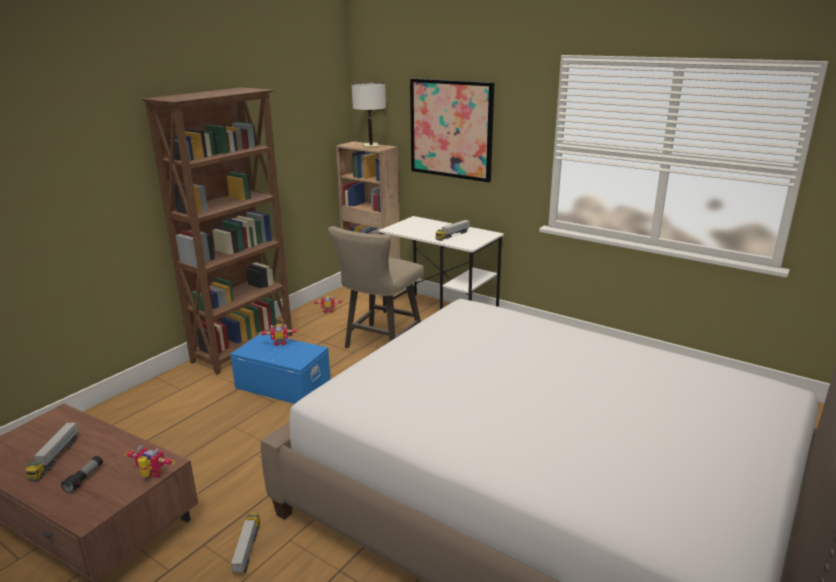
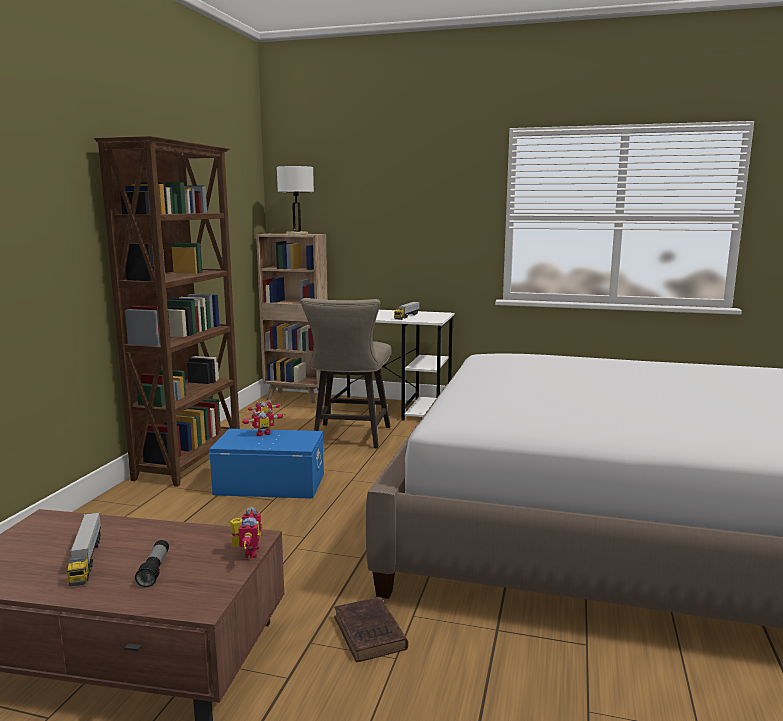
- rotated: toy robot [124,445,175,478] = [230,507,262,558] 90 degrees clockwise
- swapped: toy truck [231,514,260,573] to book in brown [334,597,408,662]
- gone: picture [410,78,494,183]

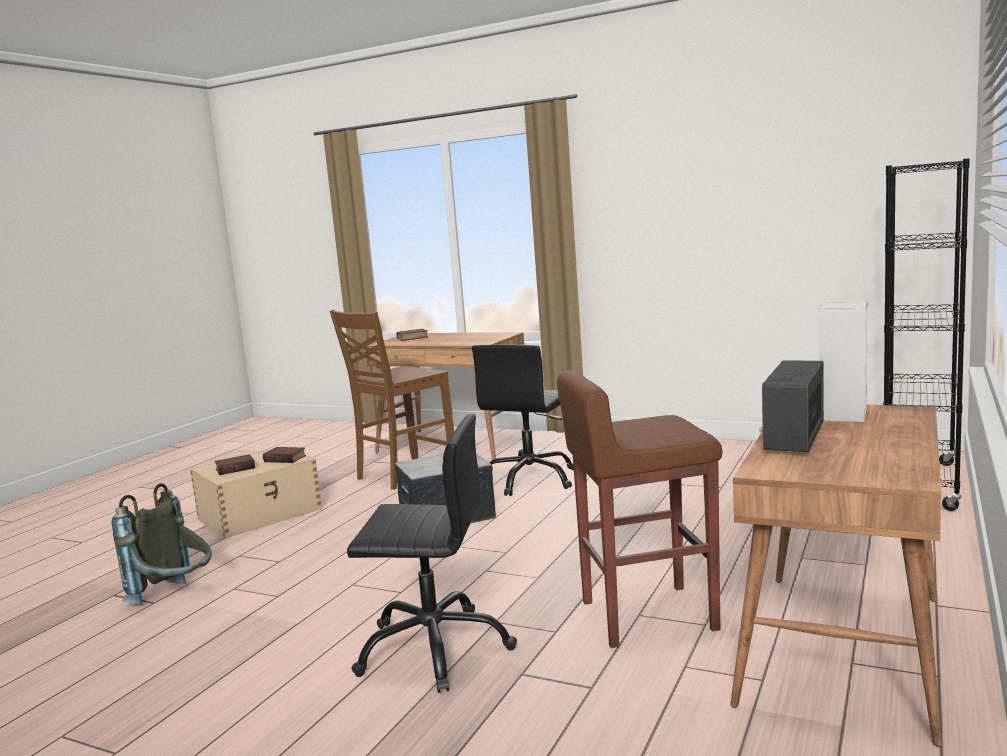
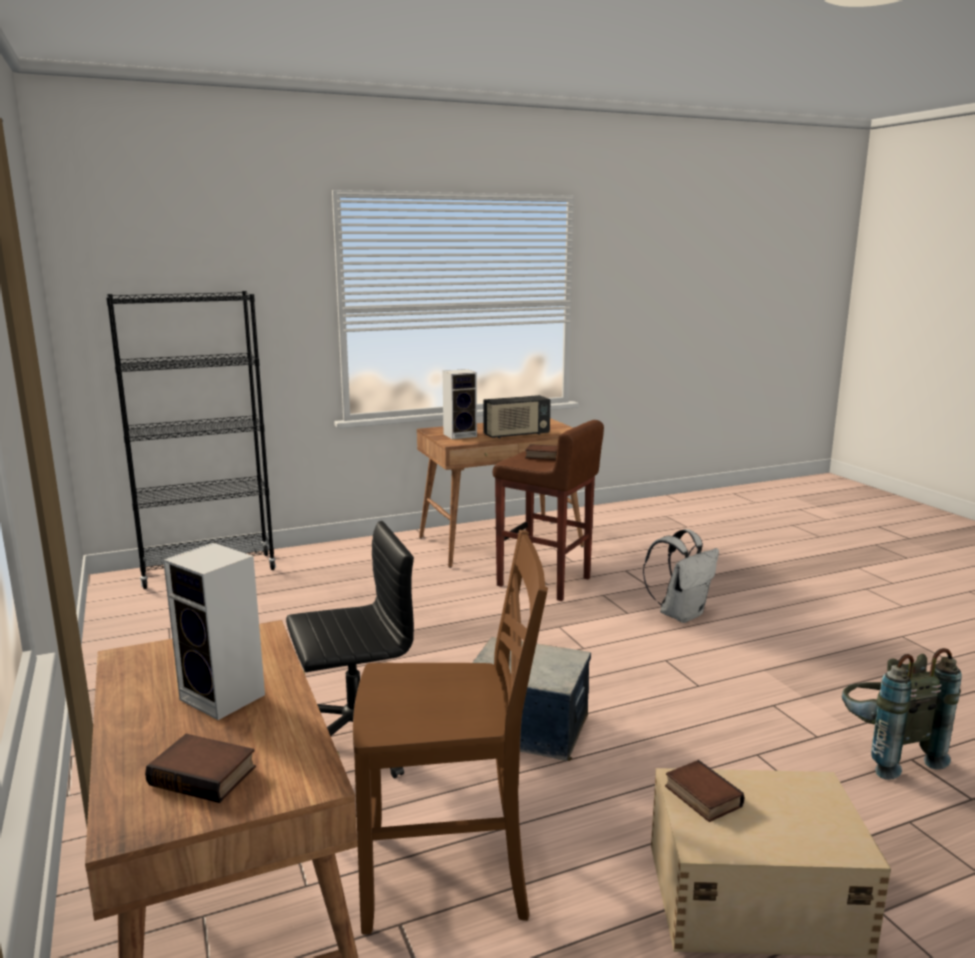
- new: speaker [163,543,265,720]
- shifted: book [215,454,255,475] to [525,444,557,460]
- swapped: office chair in black [347,414,517,693] to backpack in white [643,529,719,623]

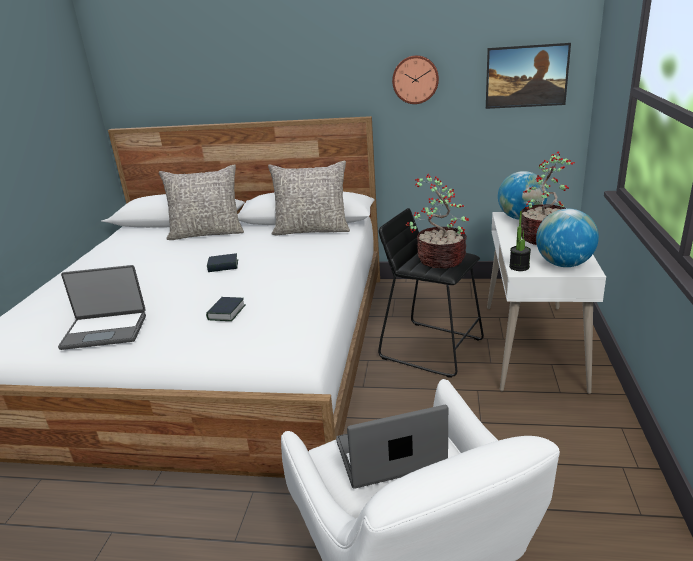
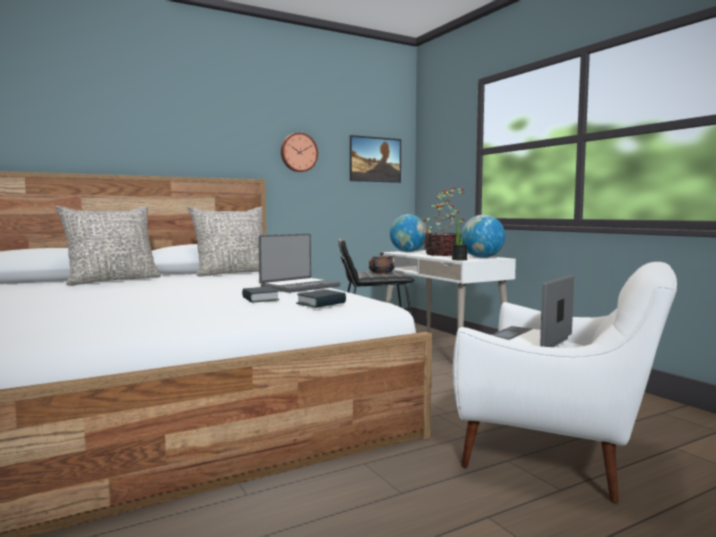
- shifted: laptop [58,265,146,350] to [258,234,340,293]
- shifted: book [207,253,238,272] to [296,289,346,308]
- swapped: potted plant [406,174,469,268] to teapot in brown [369,253,395,273]

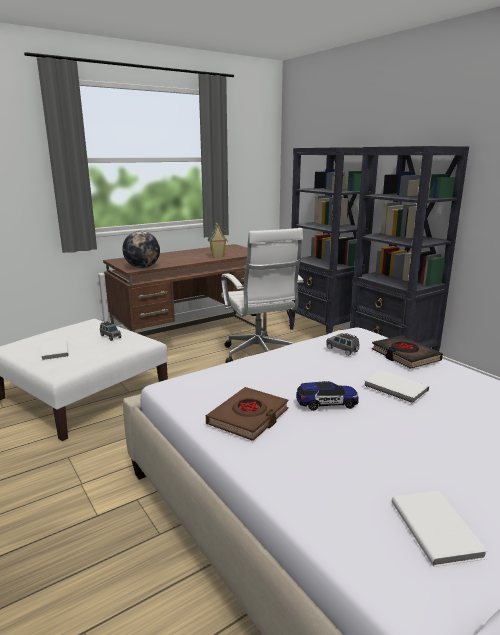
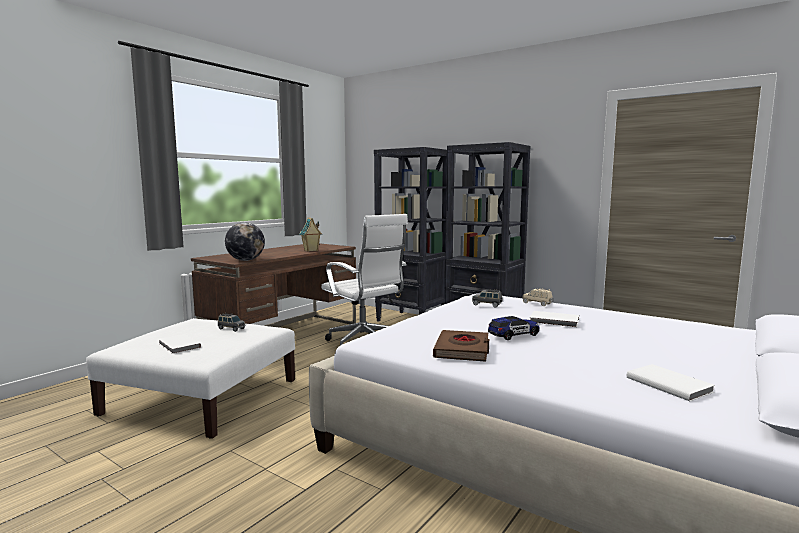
- swapped: book in black [372,335,443,369] to toy car in beige [522,288,552,306]

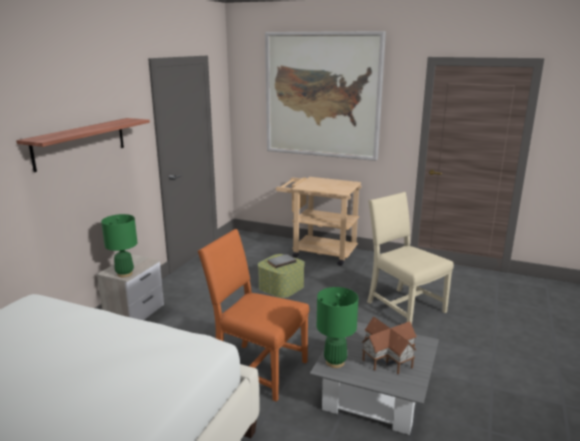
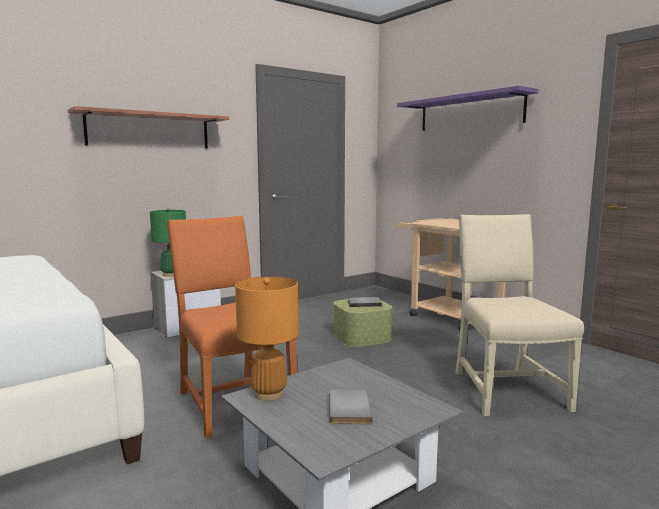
- repainted: table lamp in green [317,287,358,368] to table lamp in orange [235,276,299,401]
- swapped: toy house [362,317,417,374] to book in grey [329,389,373,425]
- swapped: picture [265,31,386,161] to shelf in purple [397,86,539,131]

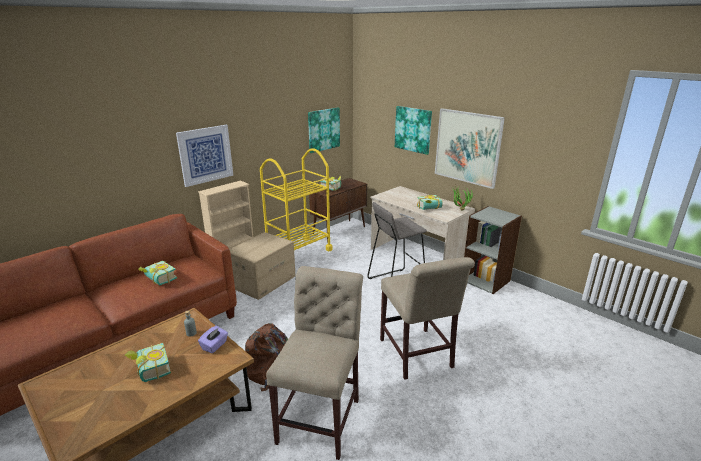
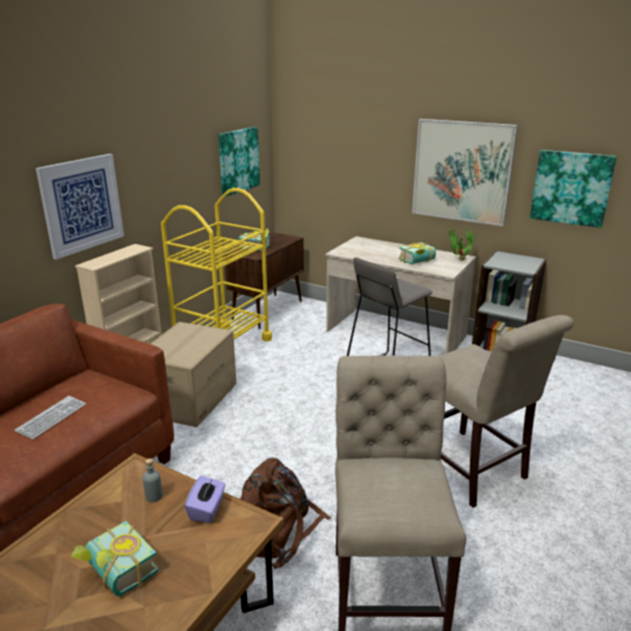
- swapped: book [138,261,177,285] to keyboard [14,396,86,439]
- shifted: picture [395,106,432,155] to [530,150,617,228]

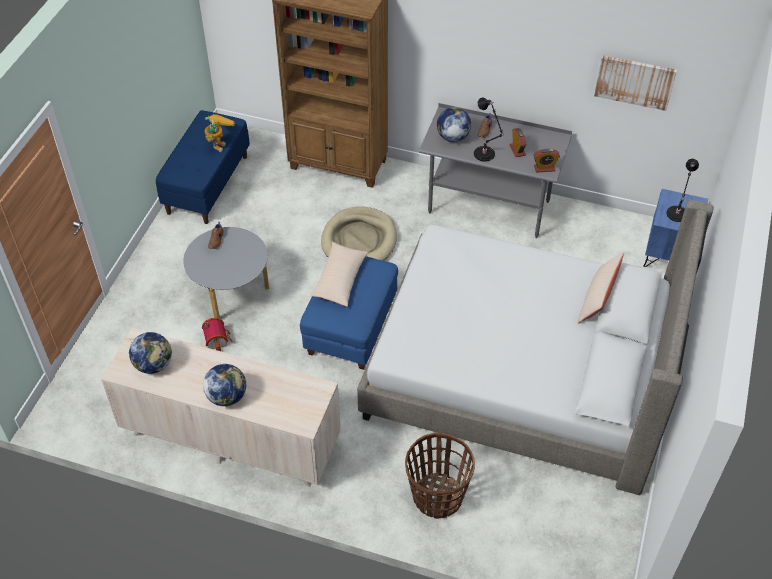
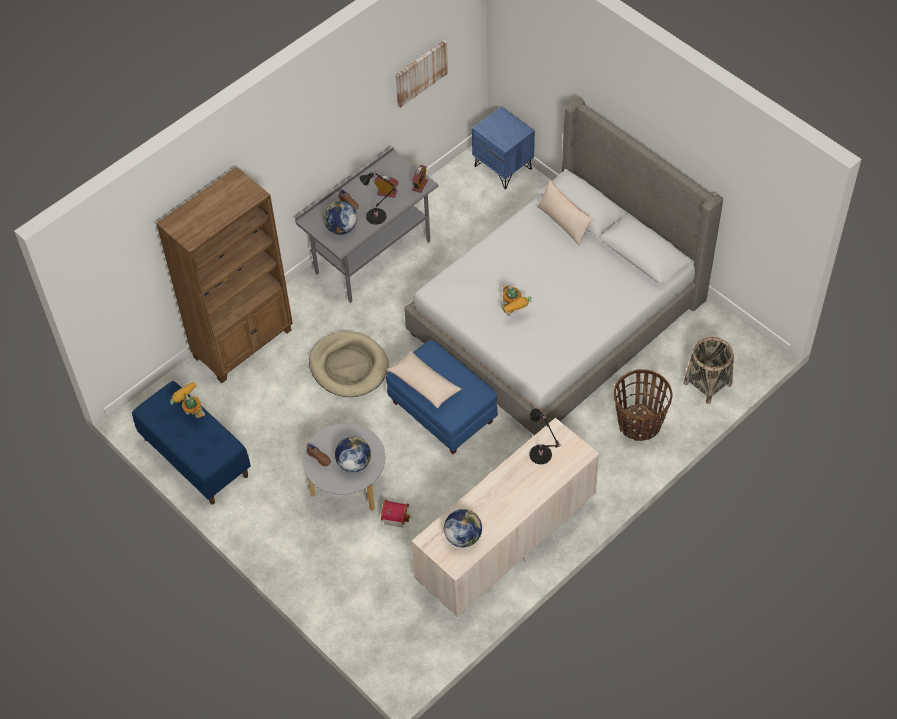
- shifted: globe [203,364,246,406] to [335,436,371,473]
- new: toy robot [501,284,531,316]
- shifted: table lamp in black [666,159,699,222] to [529,409,561,464]
- new: basket [684,337,734,404]

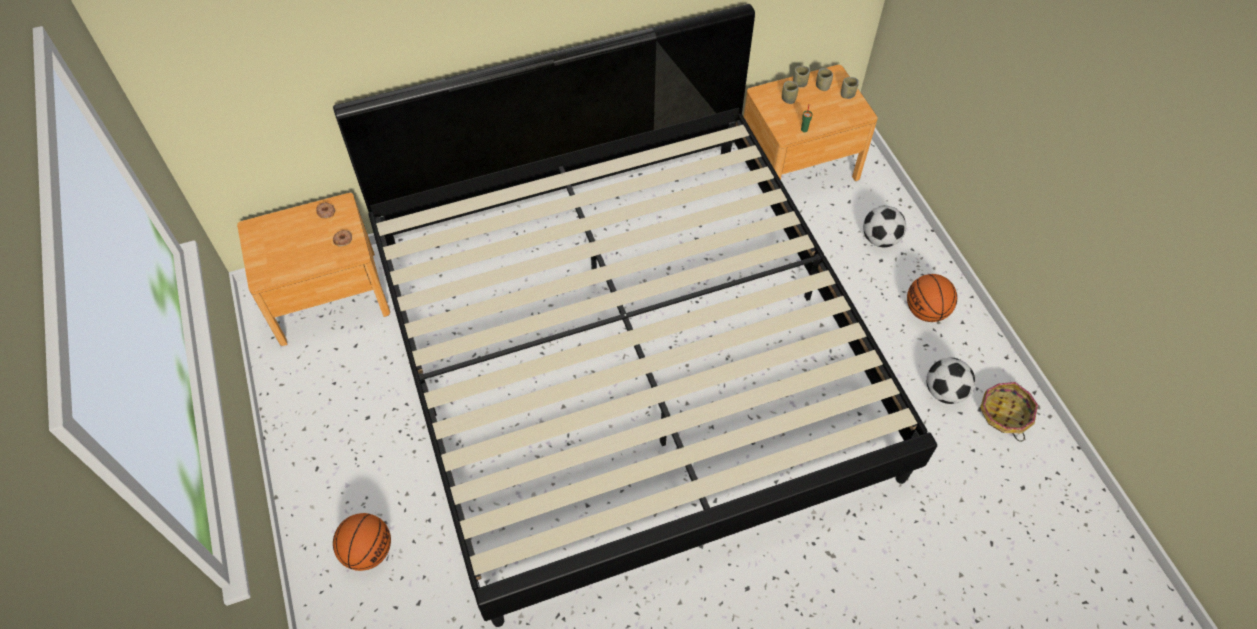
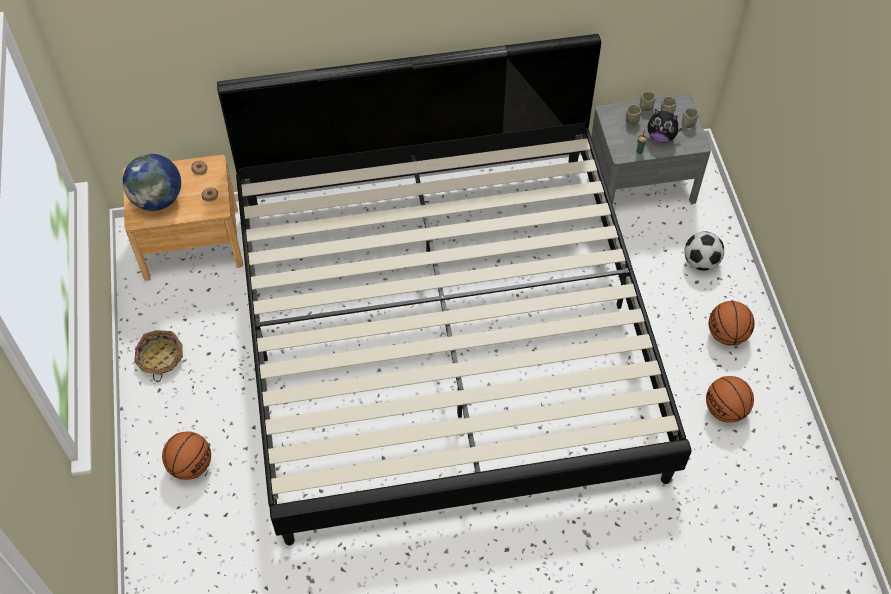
- new: globe [123,154,181,211]
- shifted: basket [980,382,1038,442] to [134,330,183,382]
- repainted: nightstand in brown [744,65,878,181] to nightstand in grey [591,94,711,205]
- new: plush toy [648,109,683,143]
- swapped: football [927,358,975,404] to basketball [706,376,754,423]

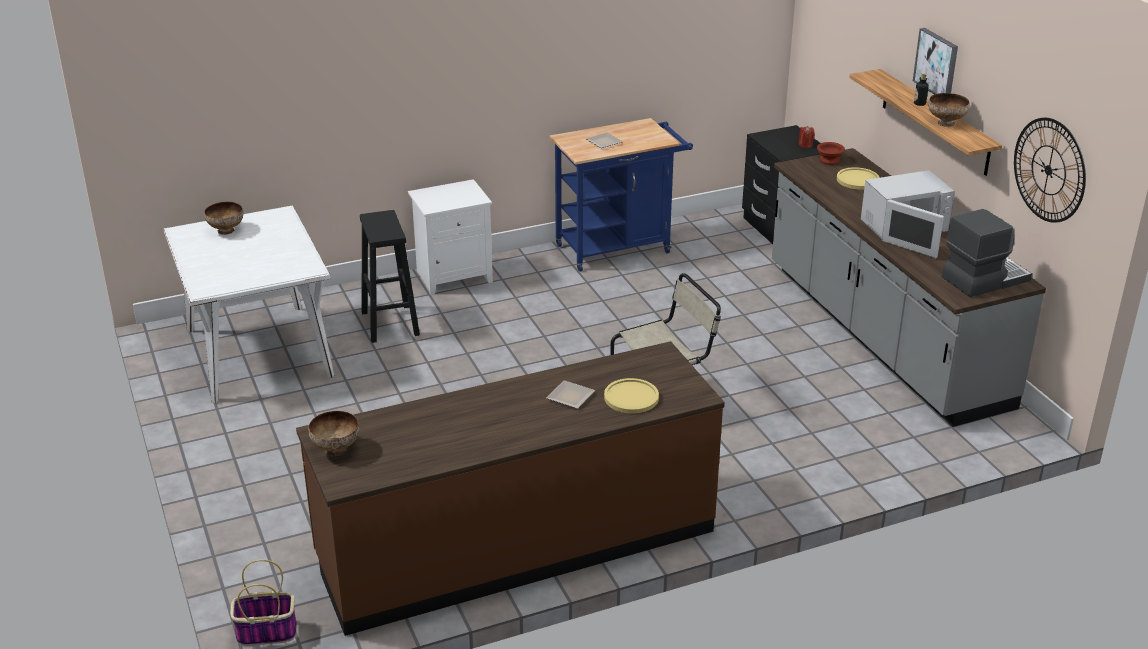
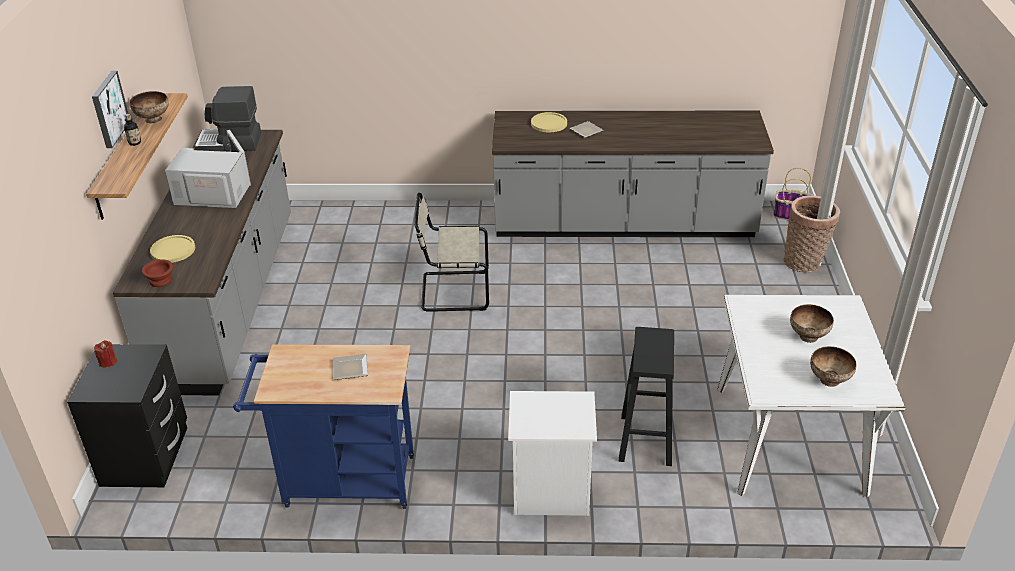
- repainted: counter in brown [296,341,725,636] to counter in grey [492,111,774,237]
- new: basket [783,195,840,272]
- shifted: bowl [308,411,359,456] to [790,304,834,343]
- gone: wall clock [1014,118,1086,223]

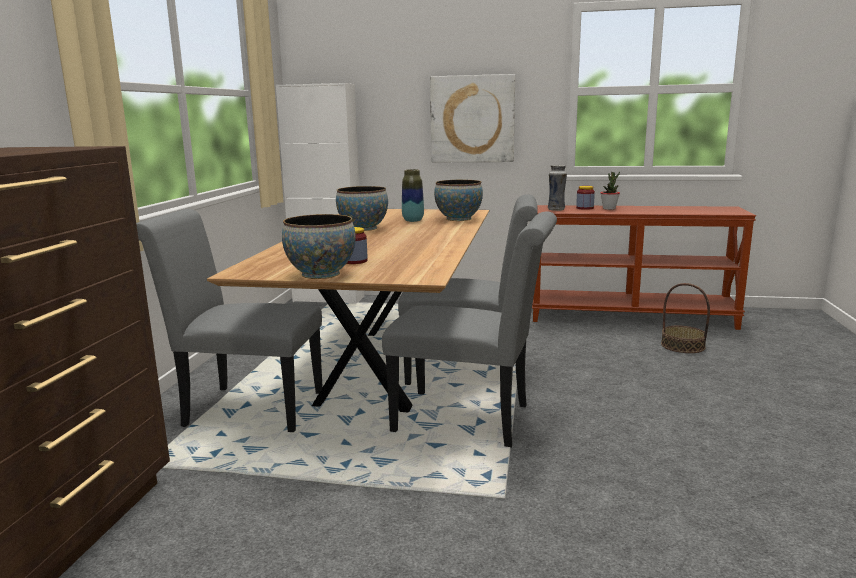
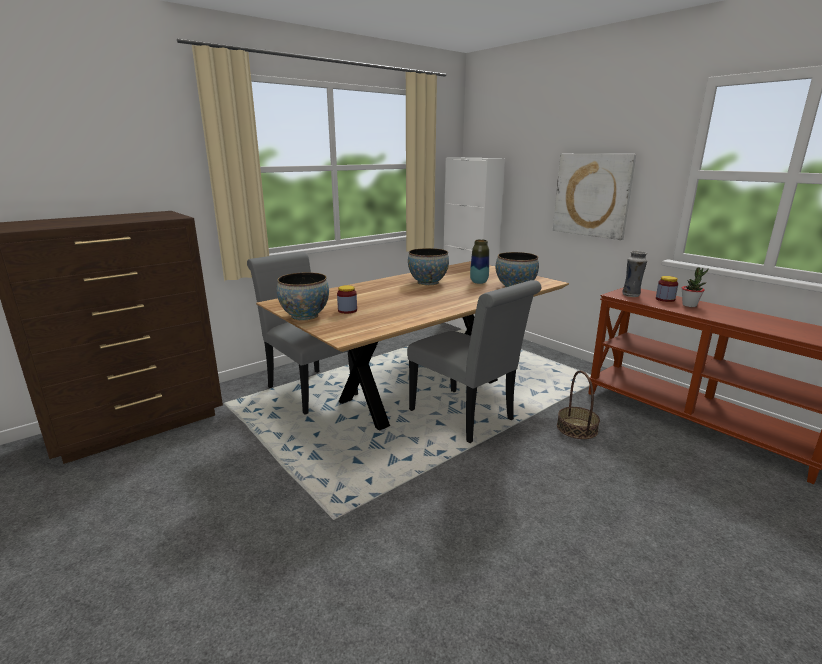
- shifted: basket [661,283,710,353] to [557,370,600,439]
- gone: chair in grey [382,212,557,448]

